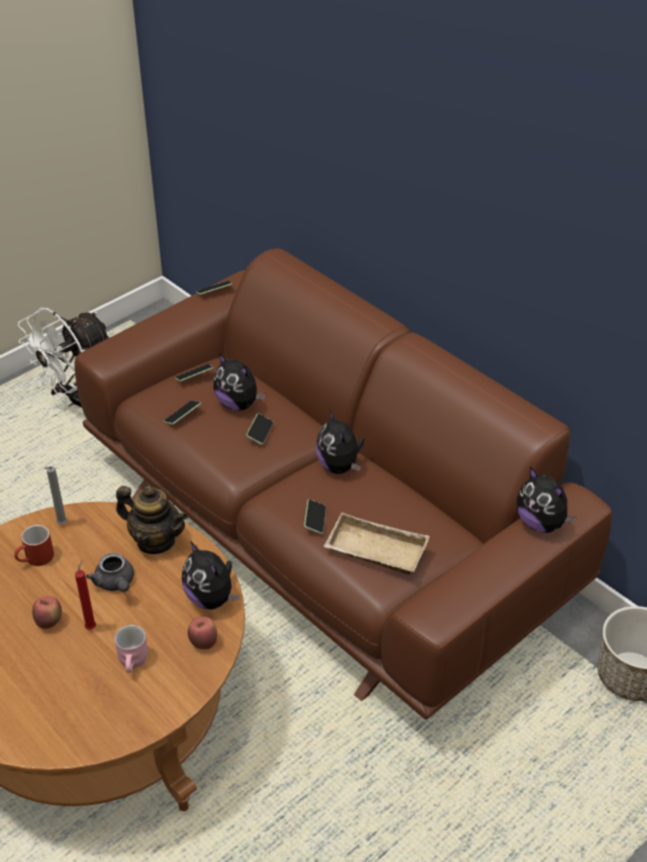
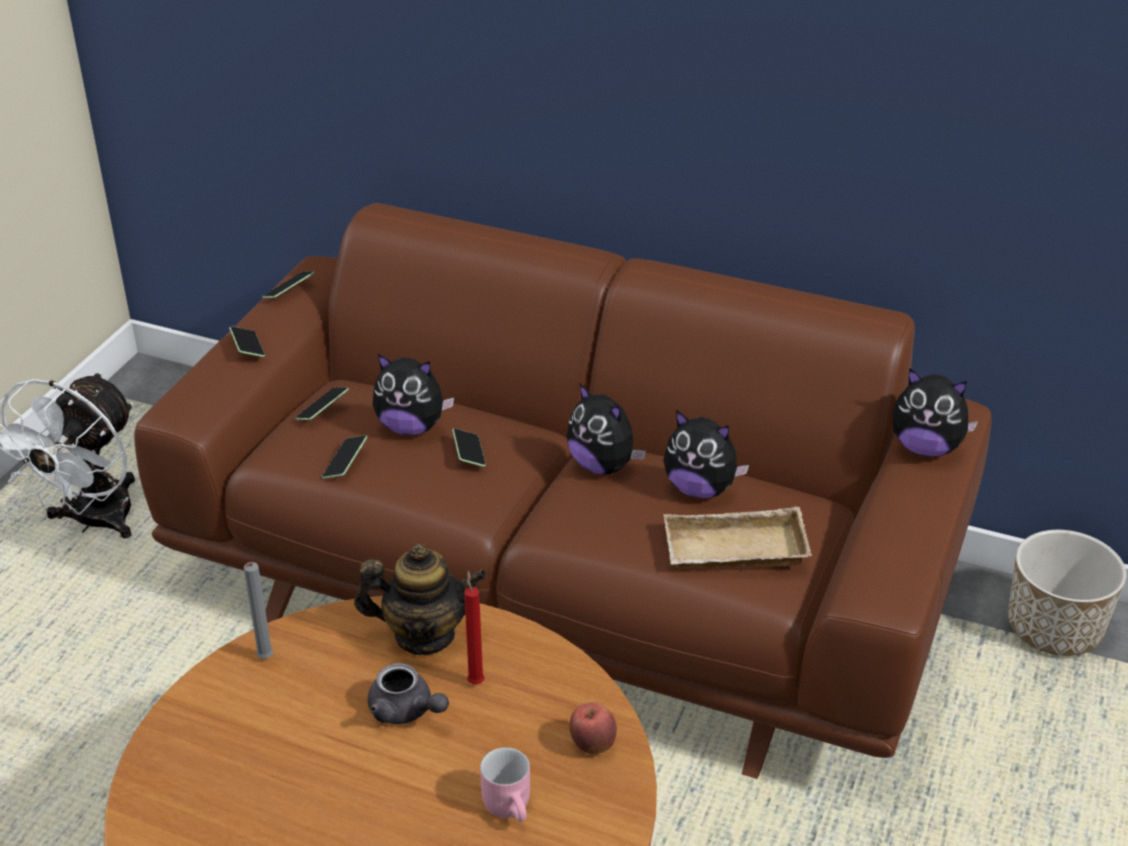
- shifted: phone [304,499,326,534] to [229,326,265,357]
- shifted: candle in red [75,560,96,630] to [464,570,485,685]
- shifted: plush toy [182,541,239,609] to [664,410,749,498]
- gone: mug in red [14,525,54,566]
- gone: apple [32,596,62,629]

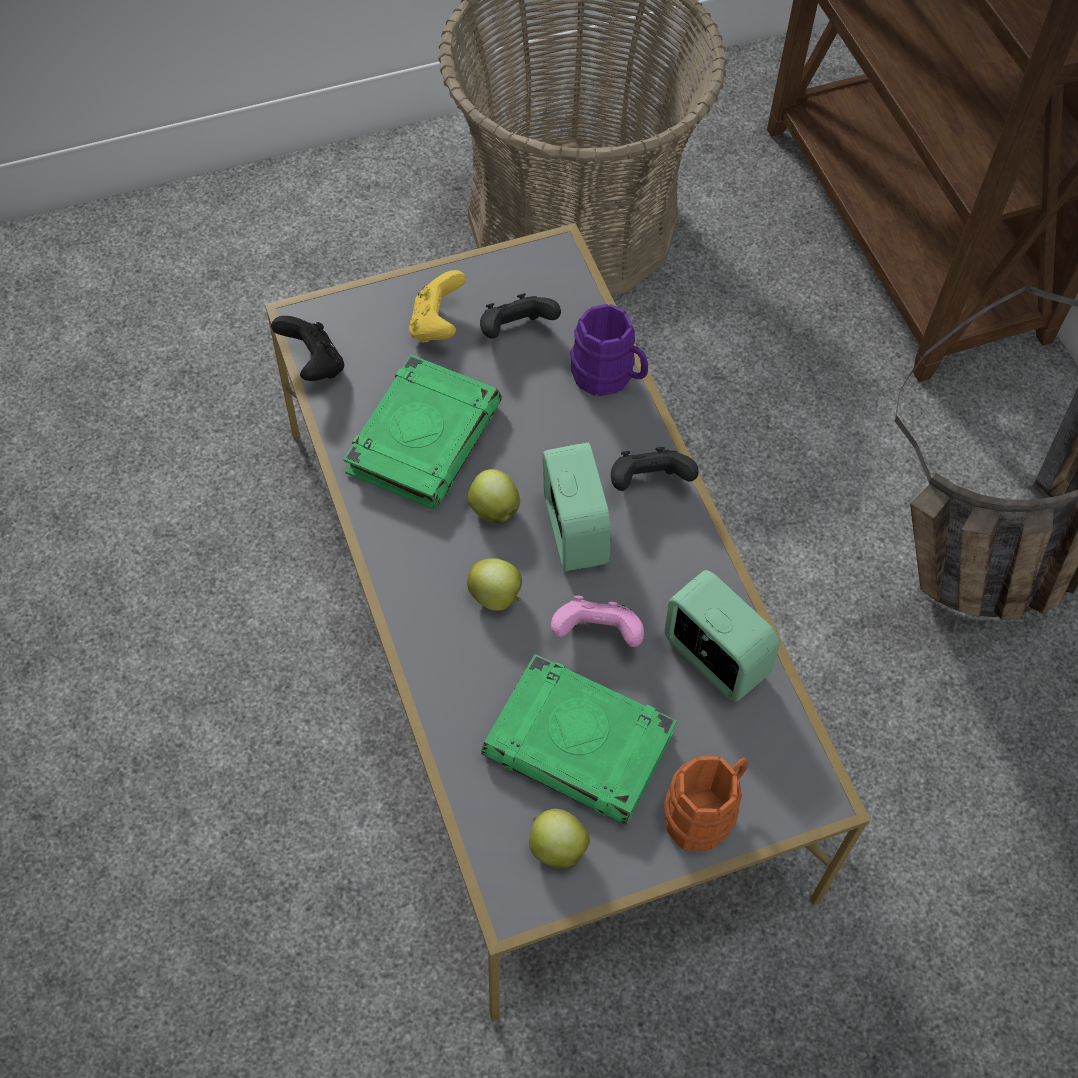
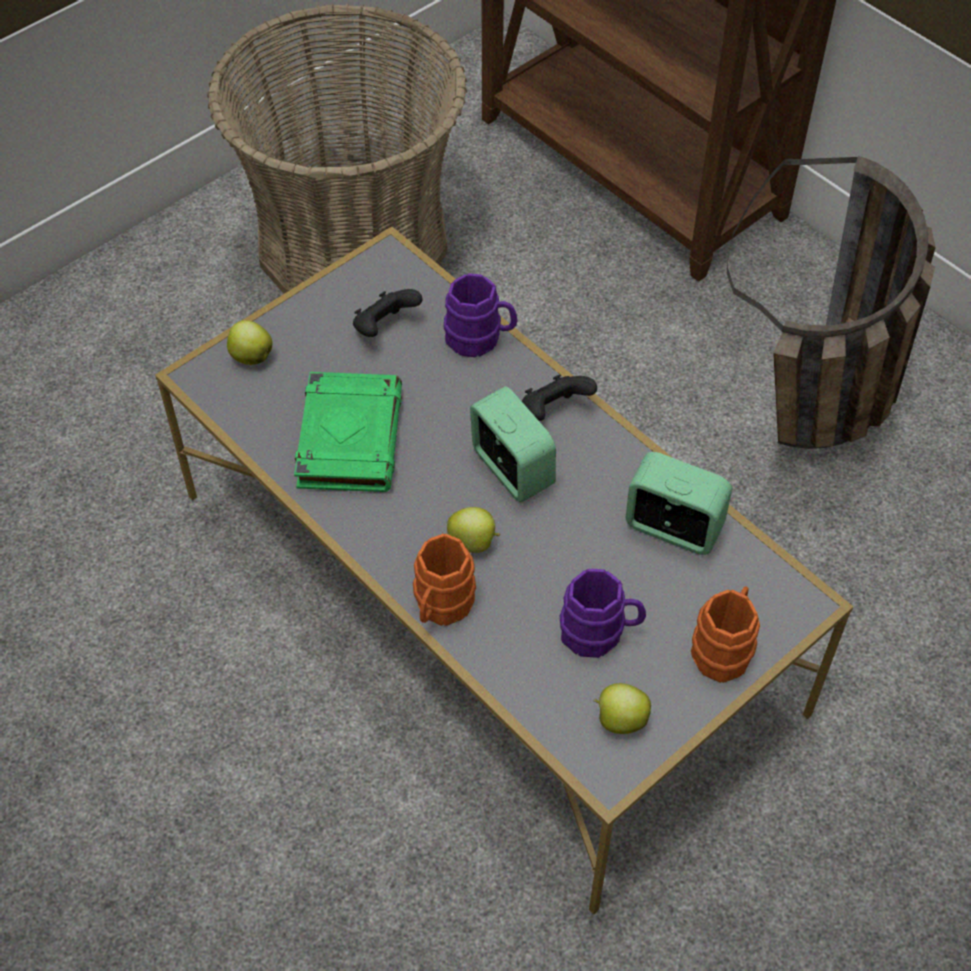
- shifted: apple [468,469,520,523] to [227,320,272,365]
- new: mug in orange [413,534,476,626]
- swapped: book in green [481,654,677,825] to mug in purple [560,569,646,658]
- gone: game controller in black [271,316,344,381]
- gone: game controller in yellow [409,270,466,343]
- gone: game controller in pink [551,595,644,647]

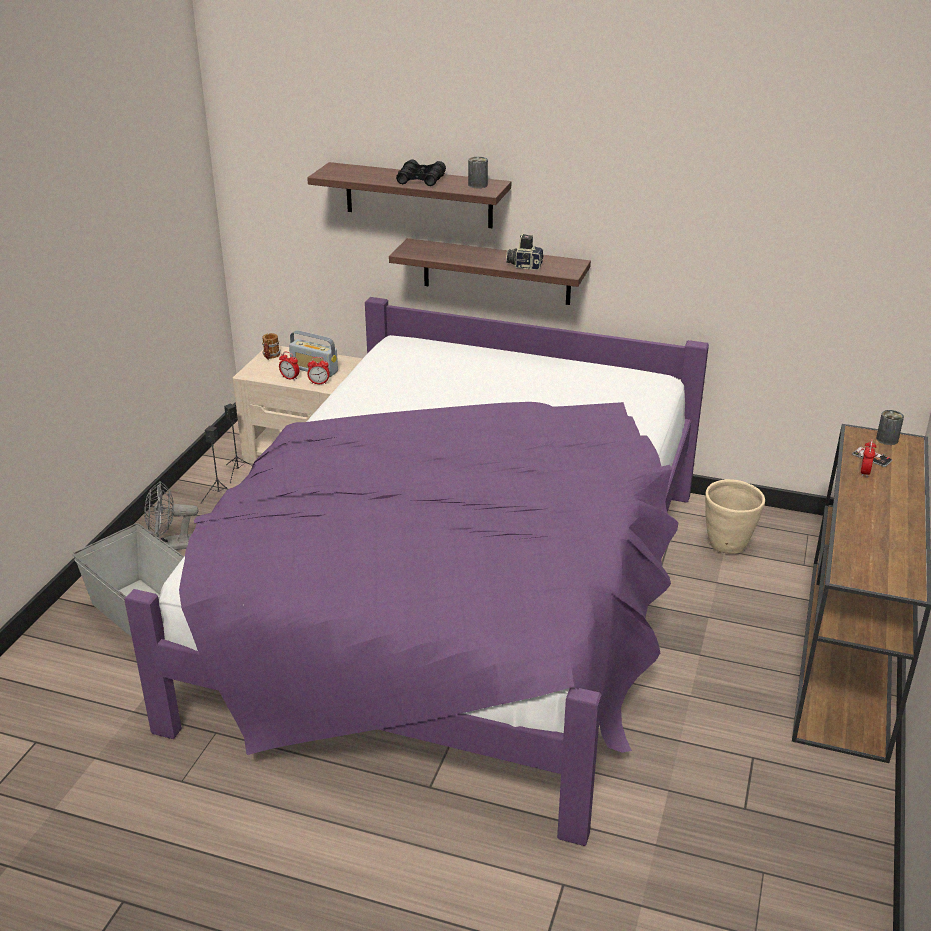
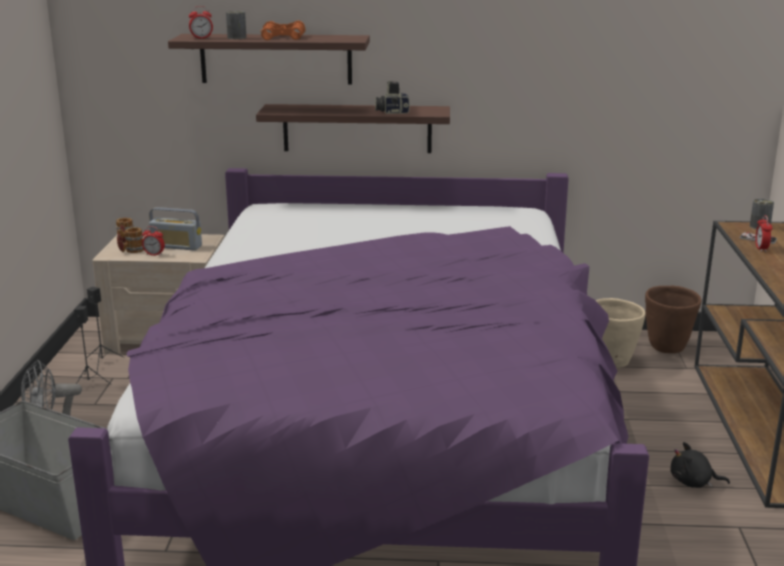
- new: mug [117,227,144,253]
- shifted: alarm clock [307,357,330,384] to [189,6,213,39]
- shifted: can [468,157,488,188] to [226,11,246,39]
- repainted: binoculars in black [396,159,446,186] to binoculars in orange [260,21,306,40]
- new: planter in brown [645,286,701,353]
- new: plush toy in black [670,442,730,488]

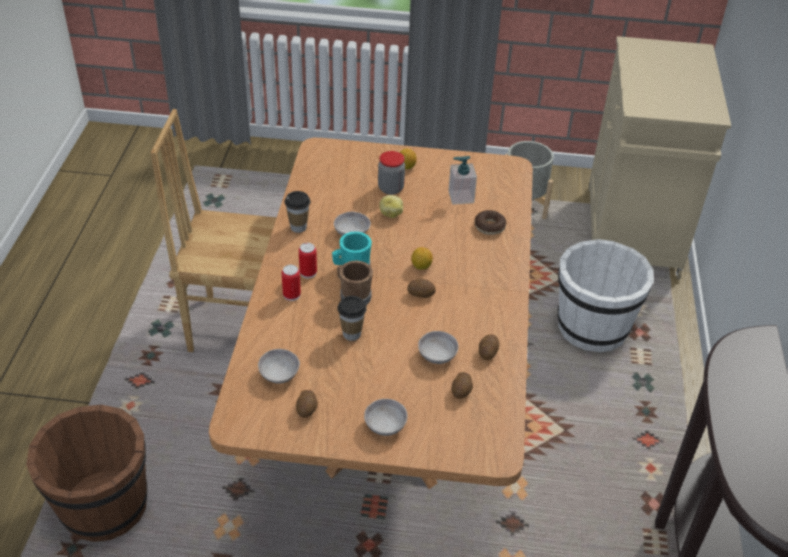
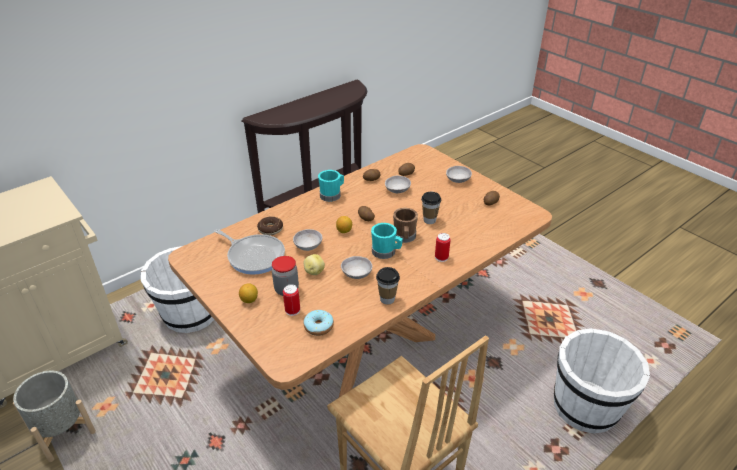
- swapped: soap dispenser [448,156,477,205] to frying pan [215,229,285,275]
- shifted: can [299,243,317,278] to [283,284,300,316]
- shifted: bowl in grey [258,349,300,384] to [293,229,322,251]
- new: donut [303,310,334,336]
- new: mug in turquoise [318,170,344,202]
- repainted: bucket in brown [26,405,147,542] to bucket in white [554,328,650,434]

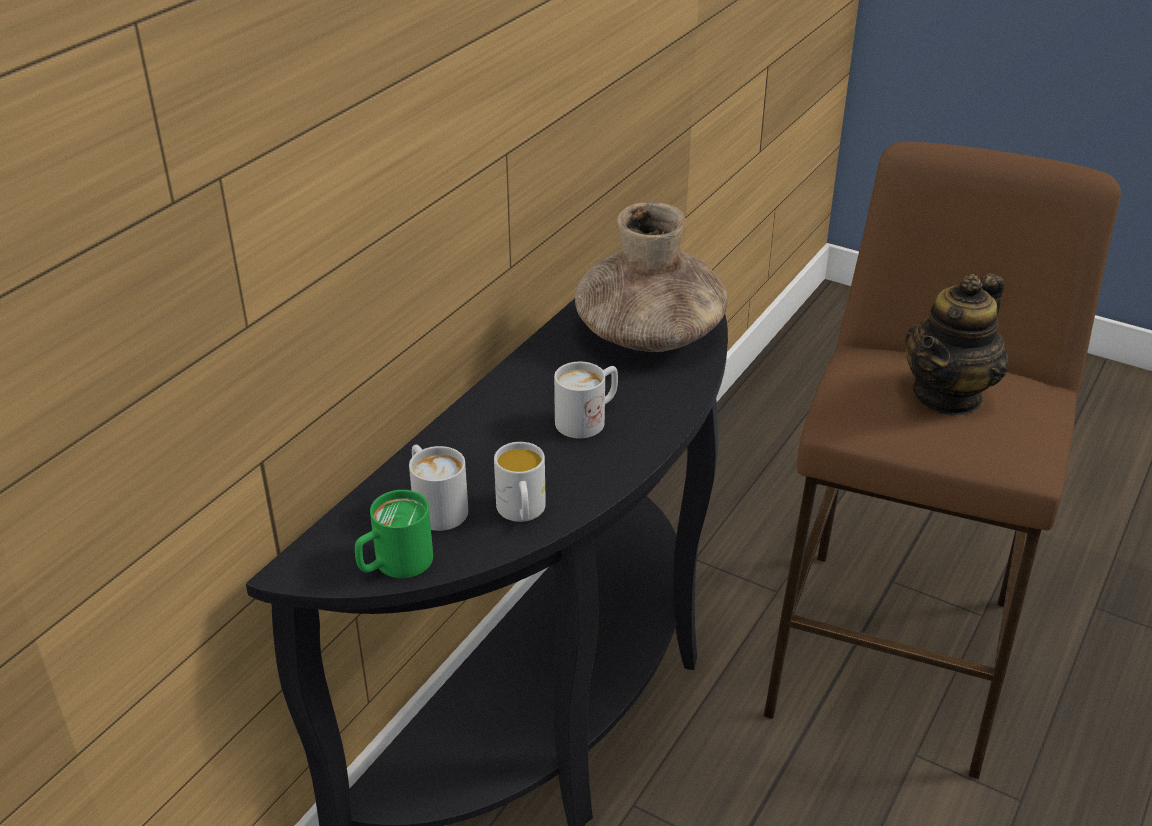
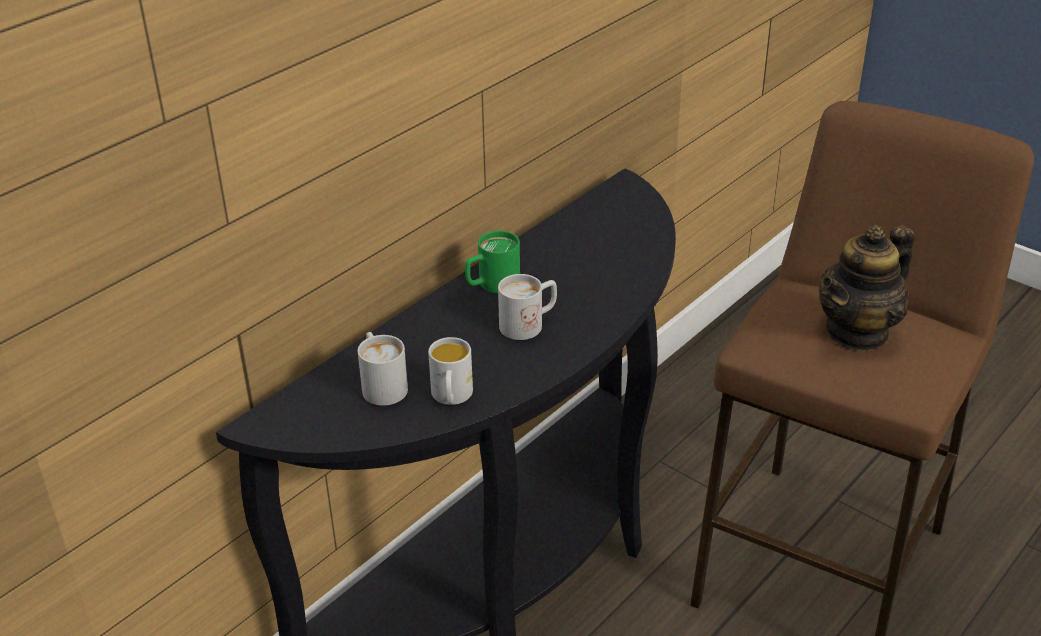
- shifted: mug in green [355,490,433,578] to [465,231,520,293]
- gone: vase in brown [575,202,728,352]

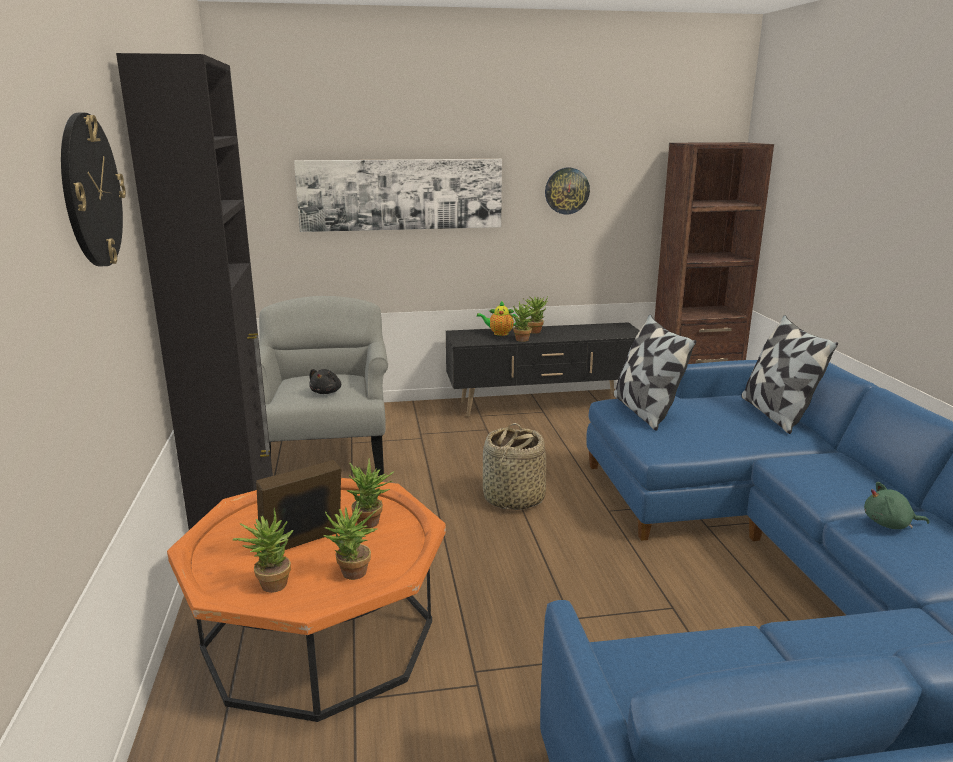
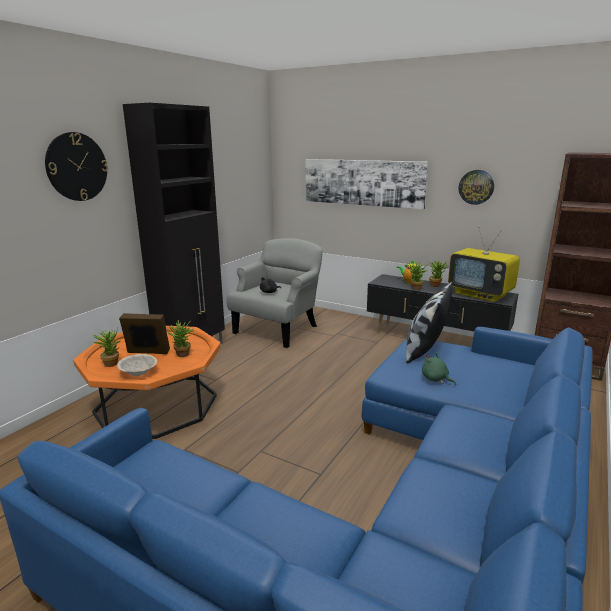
- swapped: potted plant [323,501,378,580] to bowl in beige [117,354,157,376]
- shifted: plush toy in green [864,482,930,529] to [422,353,456,385]
- new: television [448,227,520,302]
- gone: basket [483,423,546,510]
- gone: pillow [741,315,838,434]

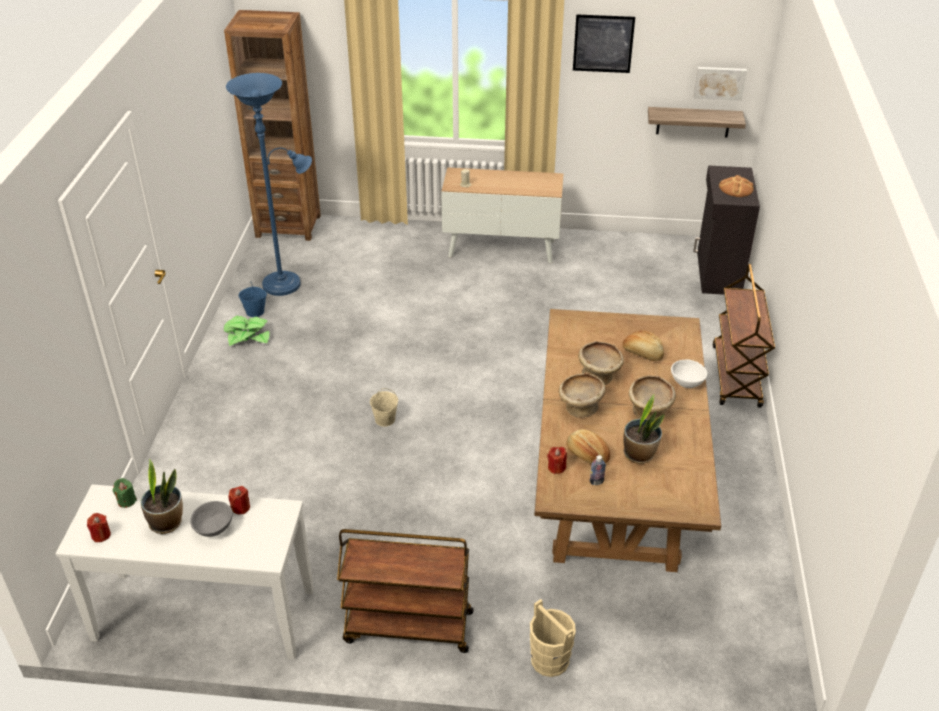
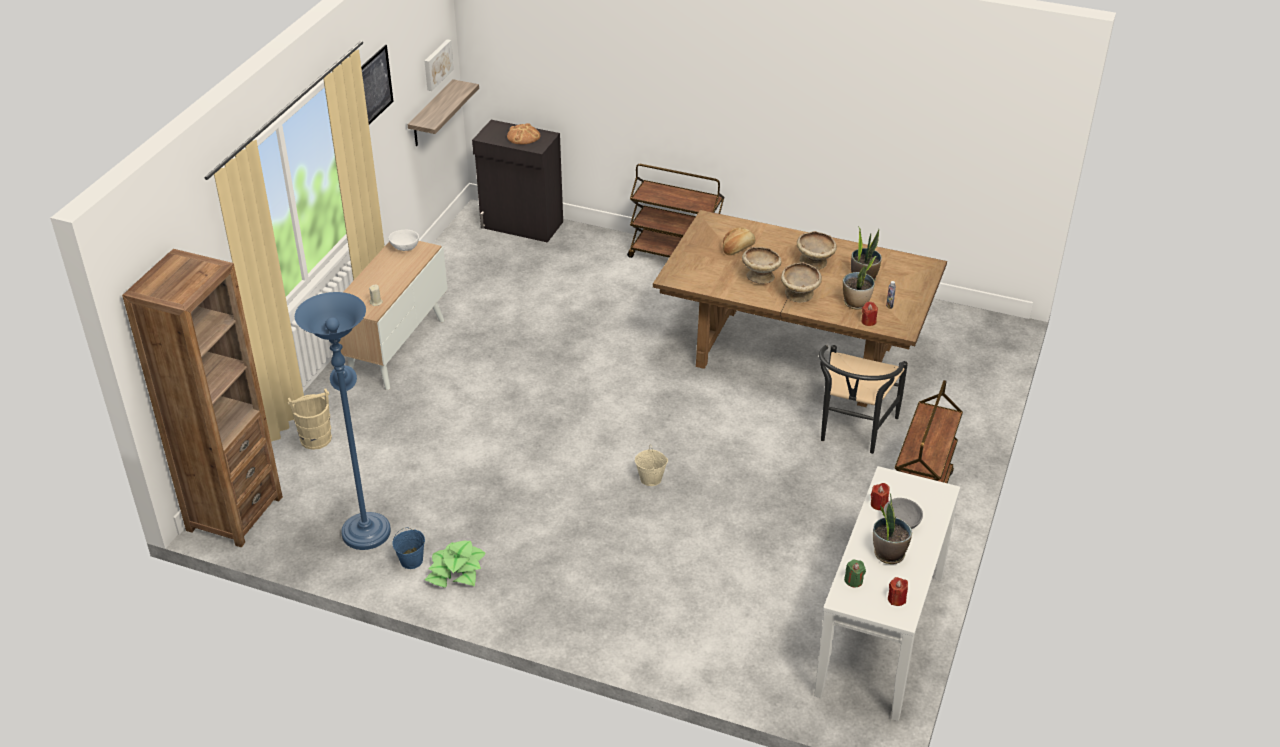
- shifted: bucket in beige [530,599,576,677] to [288,389,332,450]
- shifted: bowl in white [671,360,707,388] to [388,230,419,251]
- new: chair in black [819,345,908,454]
- swapped: bread [567,429,610,464] to potted plant [843,256,876,310]

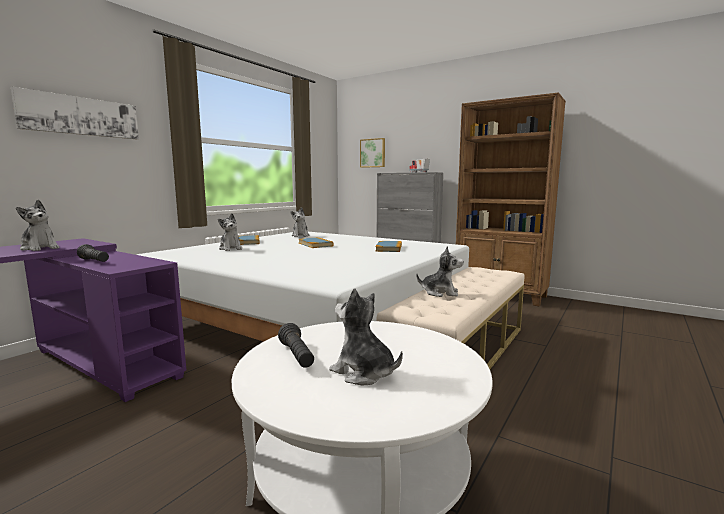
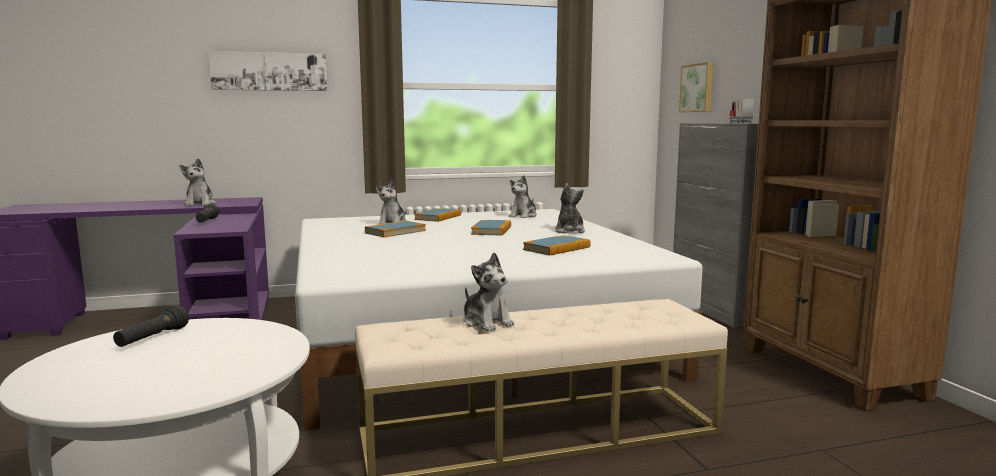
- new: book [365,221,426,237]
- shifted: plush toy [329,288,403,385] to [555,183,585,234]

